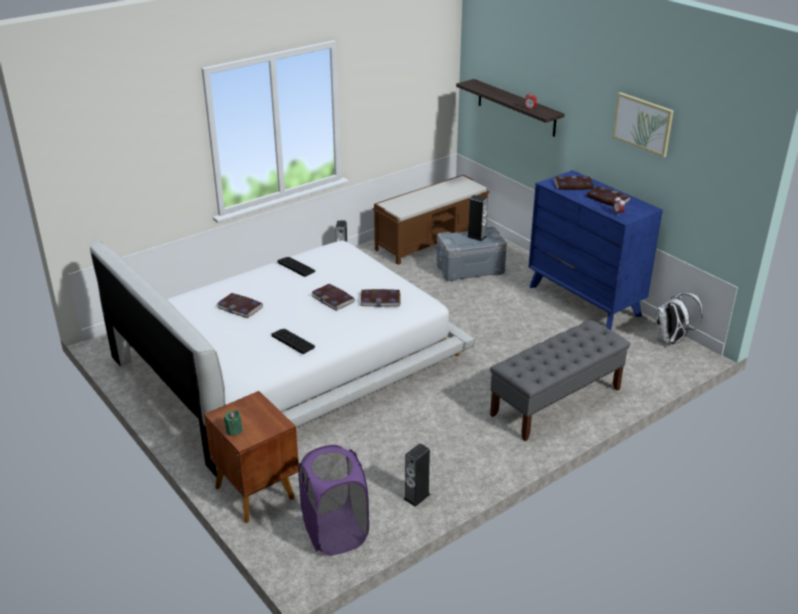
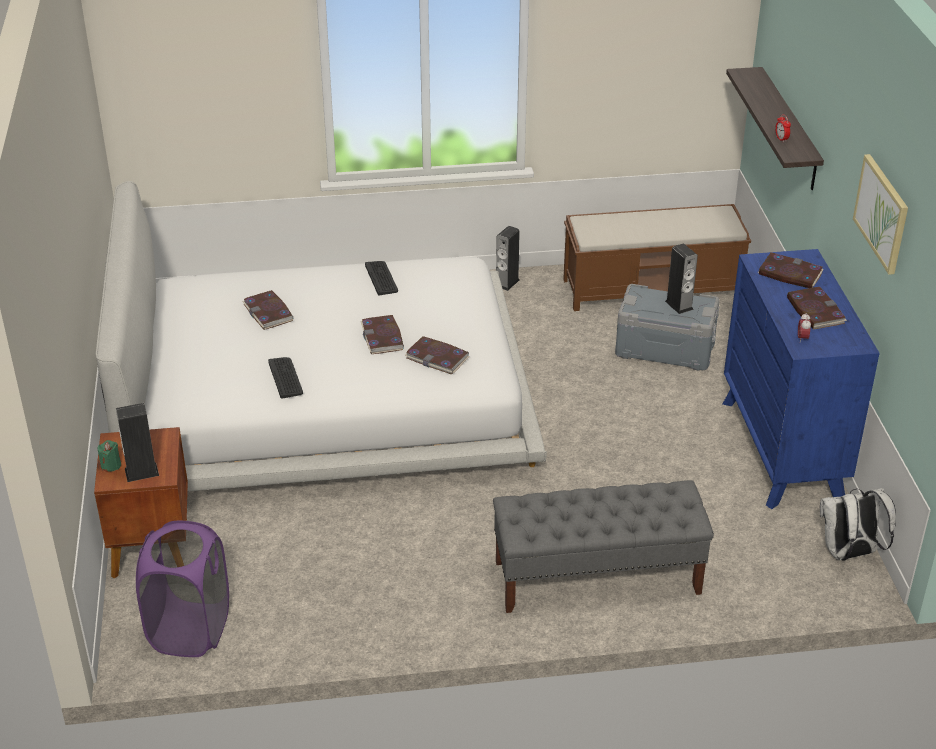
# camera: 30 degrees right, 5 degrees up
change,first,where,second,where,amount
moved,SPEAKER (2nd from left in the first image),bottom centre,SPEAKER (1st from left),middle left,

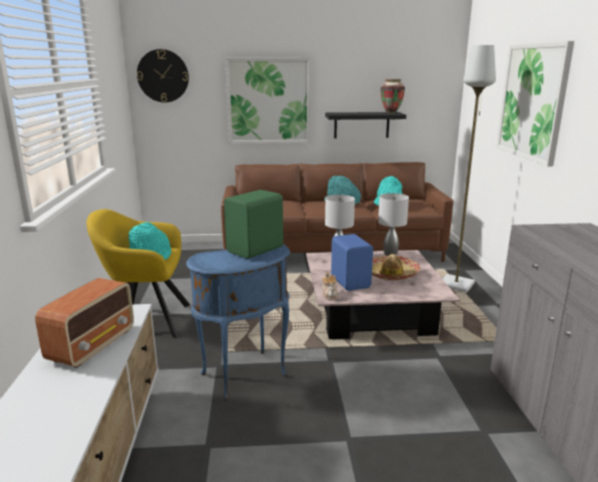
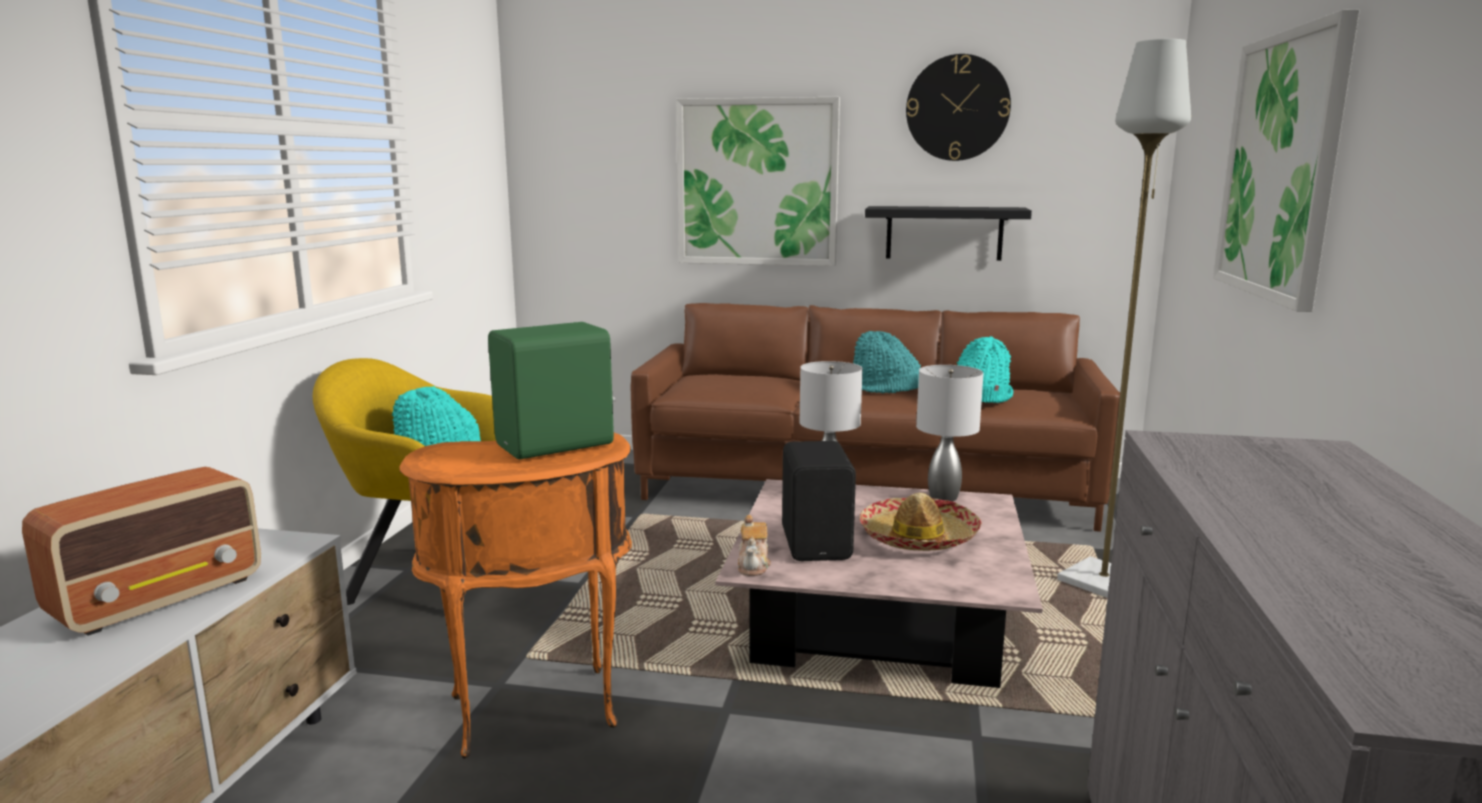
# camera: 15 degrees right, 5 degrees down
change,first,where,second,where,amount
removed,VASE,top centre,,,
moved,WALL CLOCK,top left,,top centre,
recoloured,BLUE SIDE TABLE,bottom centre,ORANGE SIDE TABLE,bottom centre,
recoloured,BLUE SPEAKER,centre,BLACK SPEAKER,centre,

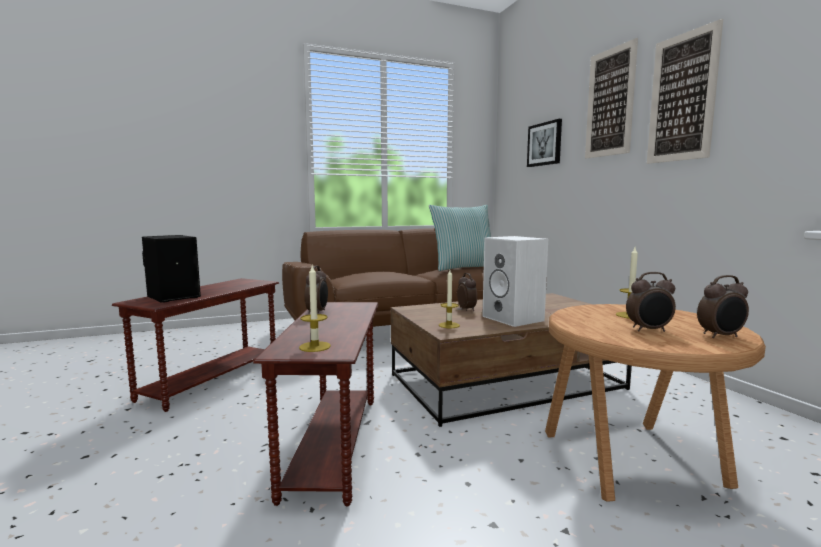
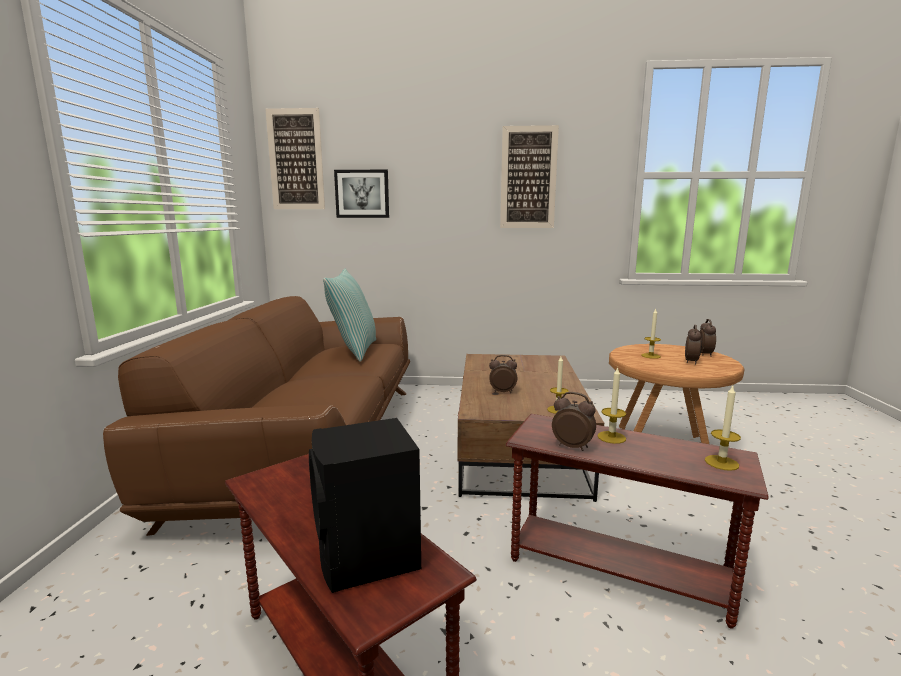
# camera: 65 degrees left, 5 degrees up
change,first,where,second,where,amount
removed,WHITE SPEAKER,centre,,,
added,,,CANDLE (2nd from left),middle right,
moved,PICTURE (2nd from left in the first image),top right,PICTURE (1st from left),top left,

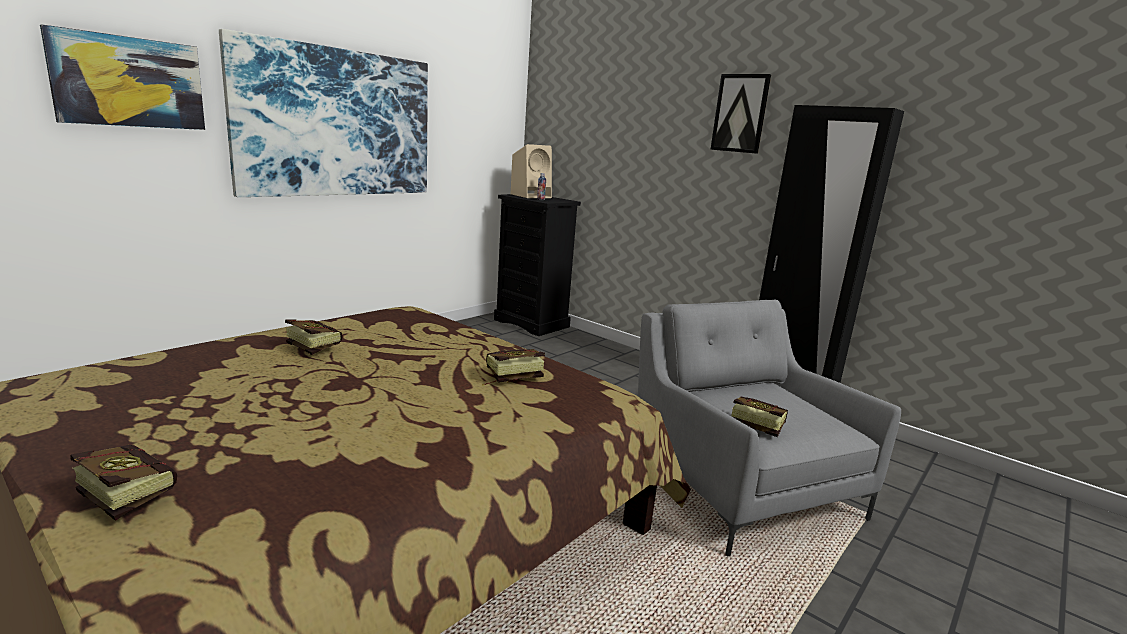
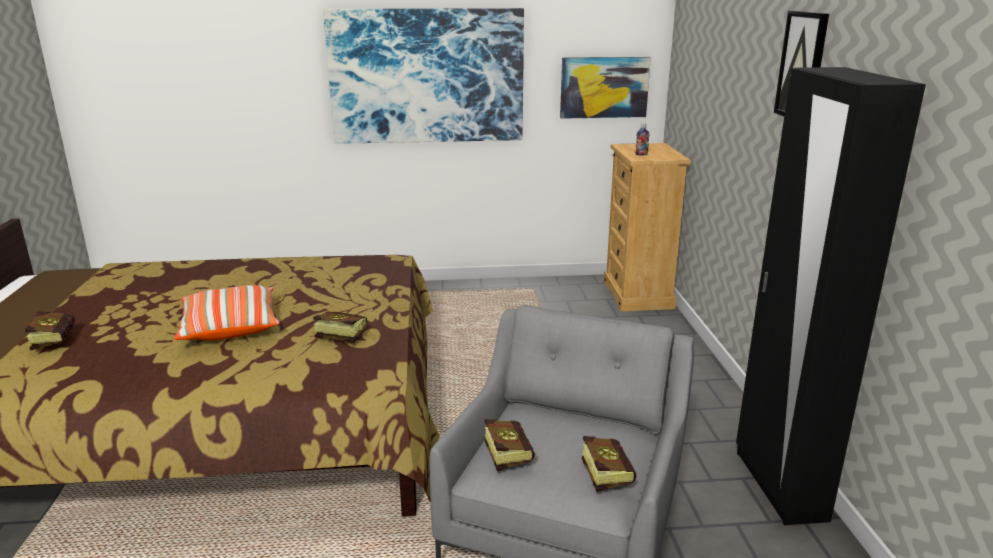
# camera: 45 degrees right, 5 degrees up
change,first,where,second,where,amount
removed,BEIGE SPEAKER,top centre,,,
added,,,PILLOW,middle left,
moved,PICTURE (1st from left in the first image),top left,PICTURE (2nd from left),top centre,
moved,BOOK (2nd from left in the first image),middle left,BOOK (4th from left),bottom centre,
recoloured,BLACK DRESSER,centre,BEIGE DRESSER,centre,

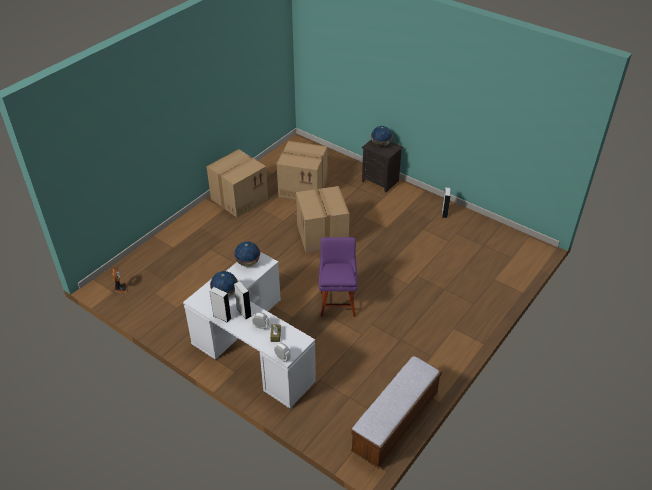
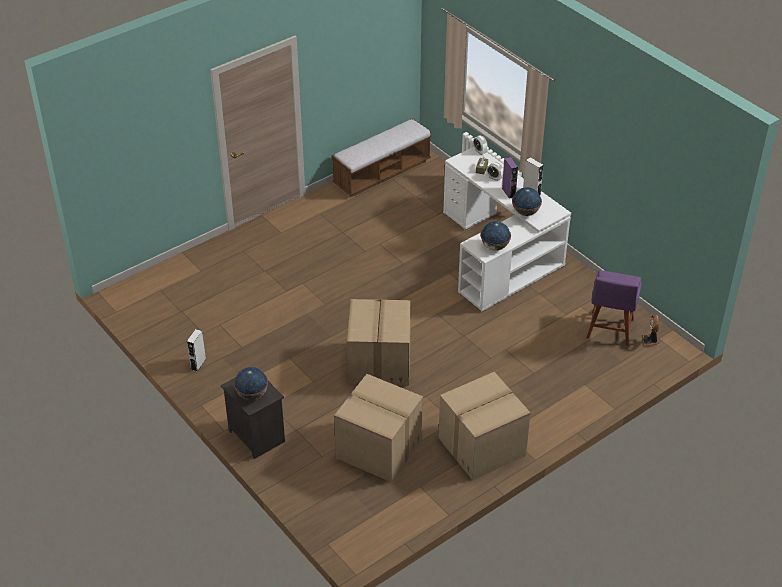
# camera: 165 degrees left, 0 degrees up
change,first,where,second,where,amount
moved,PURPLE CHAIR,centre,,middle right,
recoloured,GREY SPEAKER (2nd from left),centre,PURPLE SPEAKER,top centre,

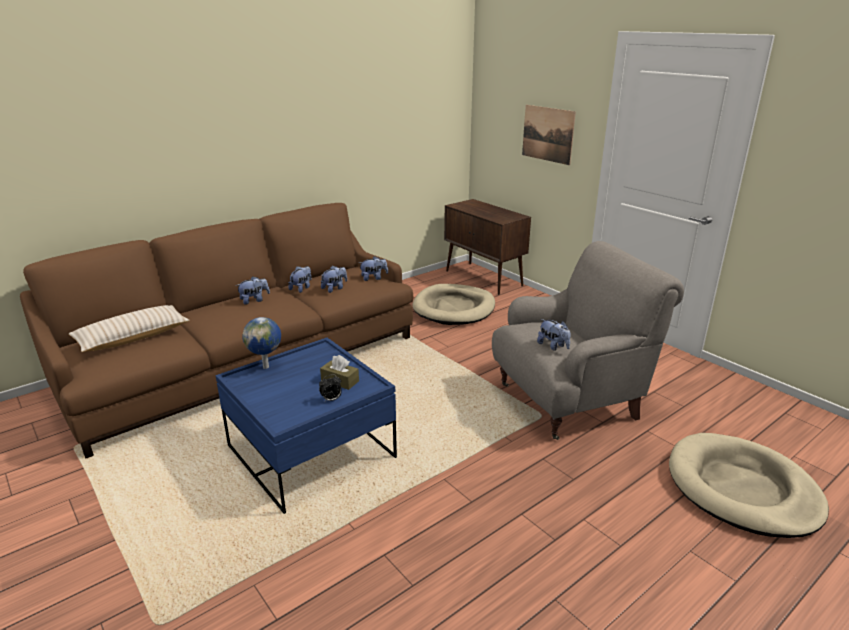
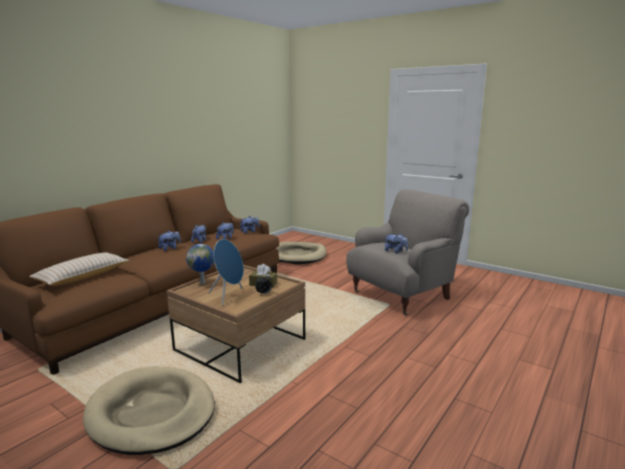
# camera: 15 degrees left, 10 degrees down
change,first,where,second,where,amount
removed,BROWN CABINET,centre,,,
removed,PICTURE,top centre,,,
added,,,BLUE SPEAKER,centre,
moved,BEIGE DOG BED (2nd from left in the first image),bottom right,BEIGE DOG BED (1st from left),bottom left,
recoloured,BLUE COFFEE TABLE,bottom centre,BROWN COFFEE TABLE,bottom centre,

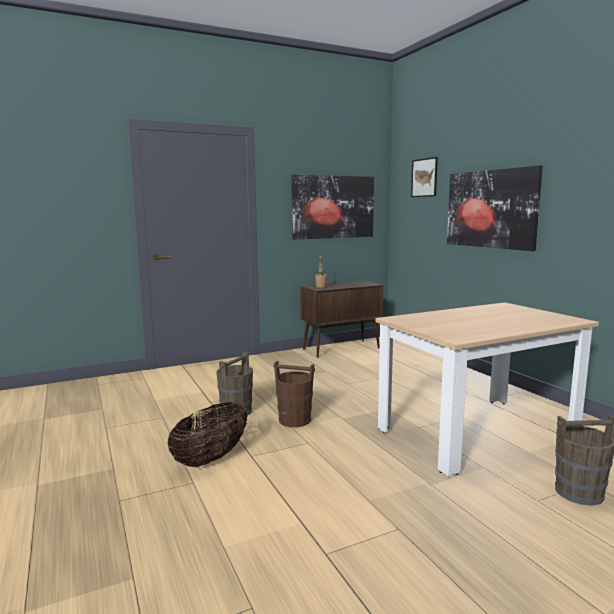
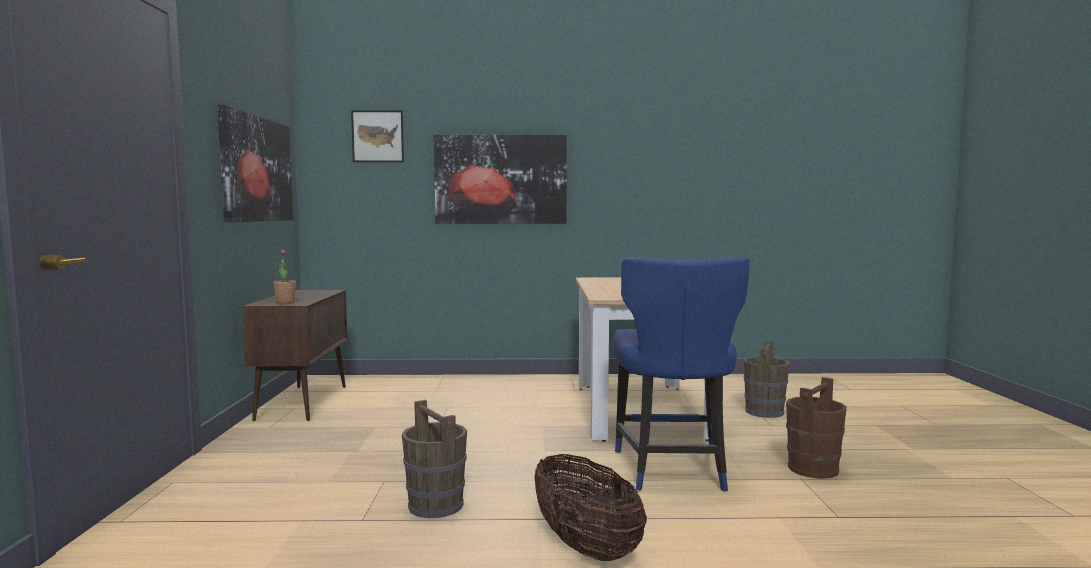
# camera: 65 degrees left, 5 degrees down
change,first,where,second,where,amount
added,,,BLUE CHAIR,centre,
moved,BROWN BUCKET (2nd from left in the first image),centre,BROWN BUCKET (3rd from left),bottom right,

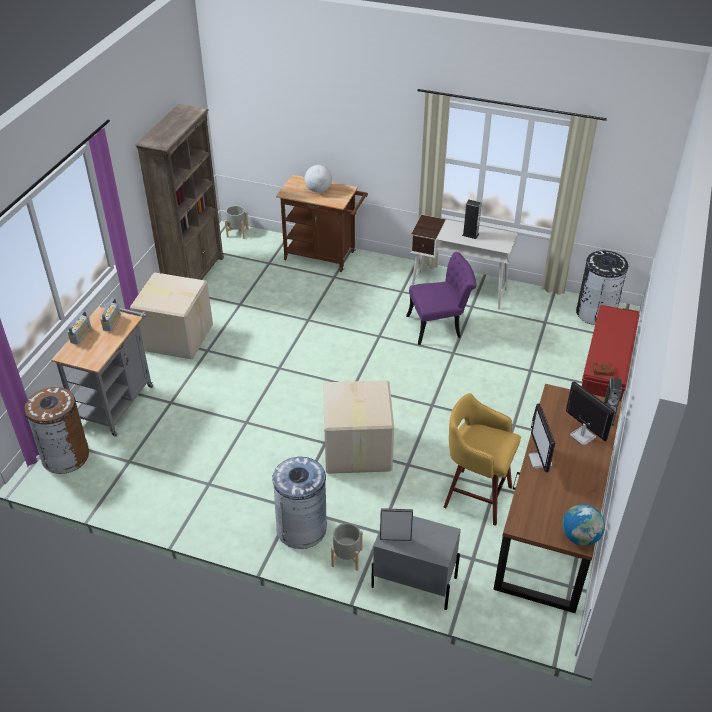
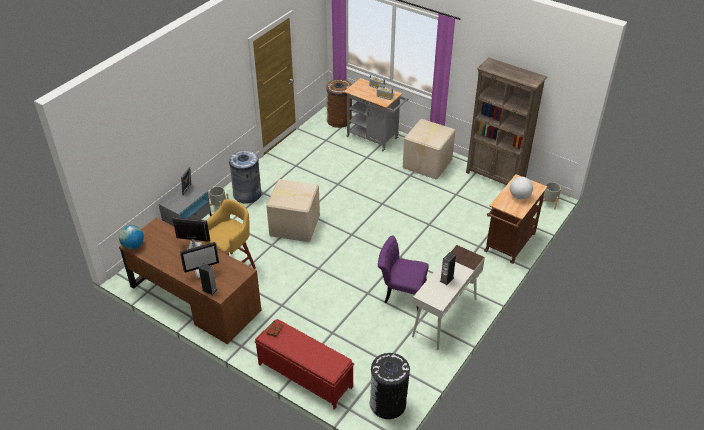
# camera: 105 degrees right, 0 degrees up
change,first,where,second,where,amount
turned,PURPLE CHAIR,centre,,centre,105 degrees clockwise

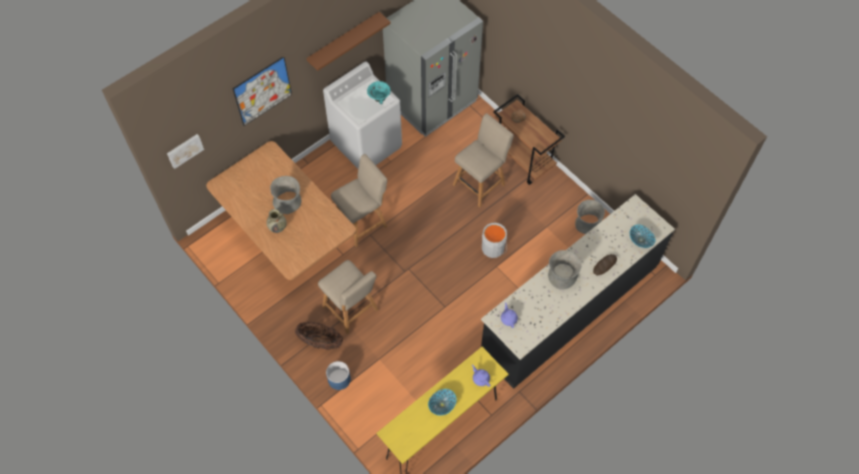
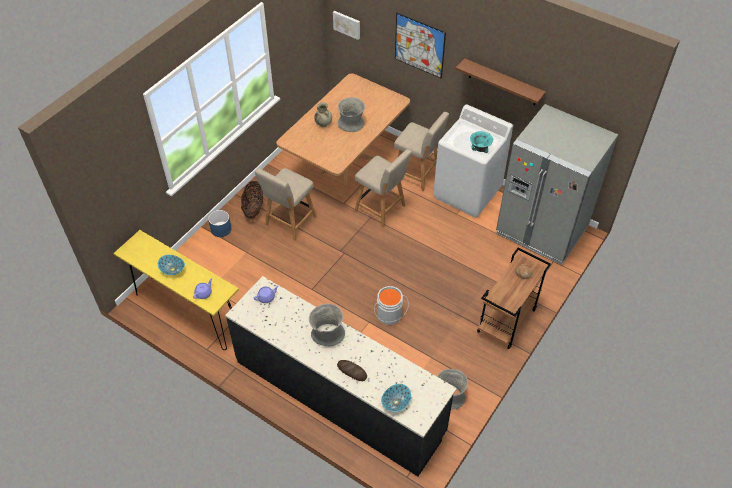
# camera: 75 degrees right, 10 degrees down
change,first,where,second,where,amount
moved,BEIGE CHAIR (3rd from left),centre,,top centre,

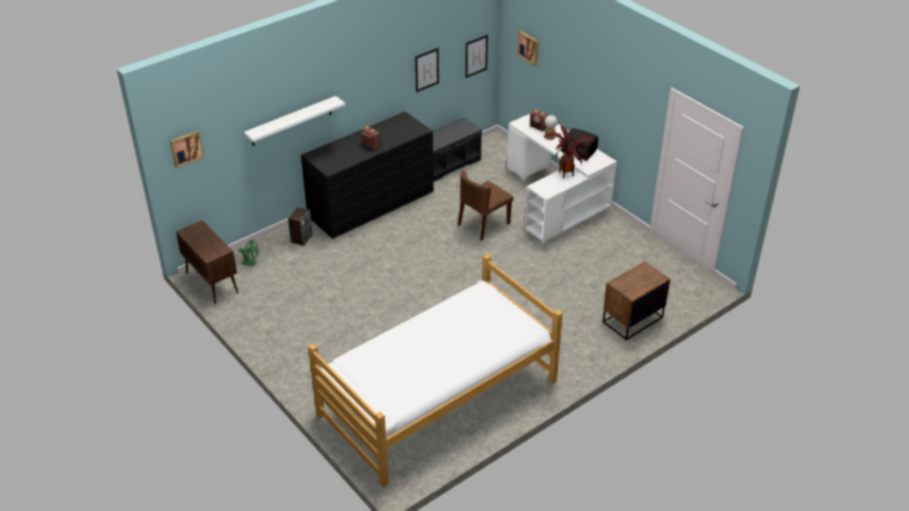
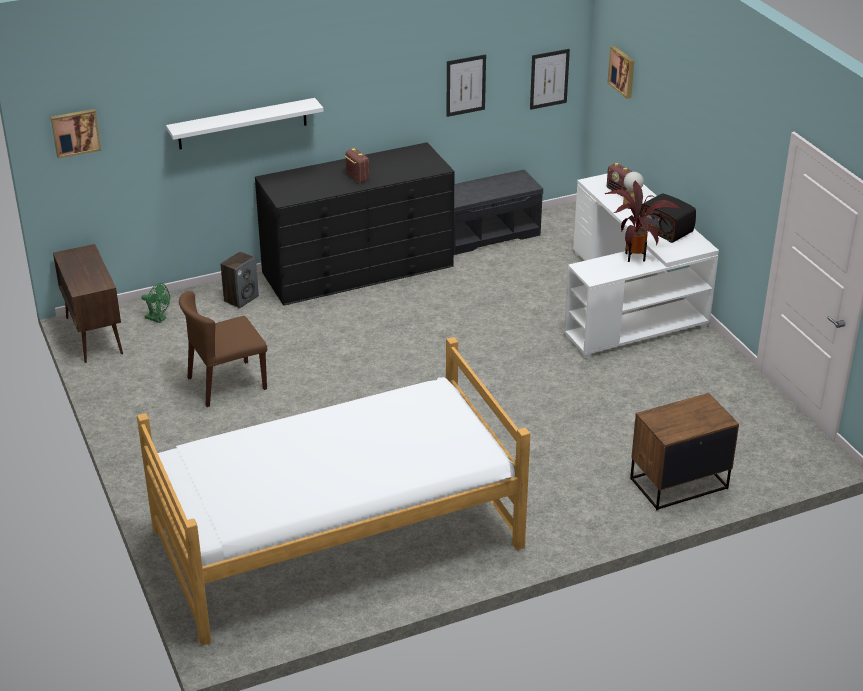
# camera: 15 degrees right, 5 degrees down
change,first,where,second,where,amount
moved,BROWN CHAIR,centre,,middle left,

